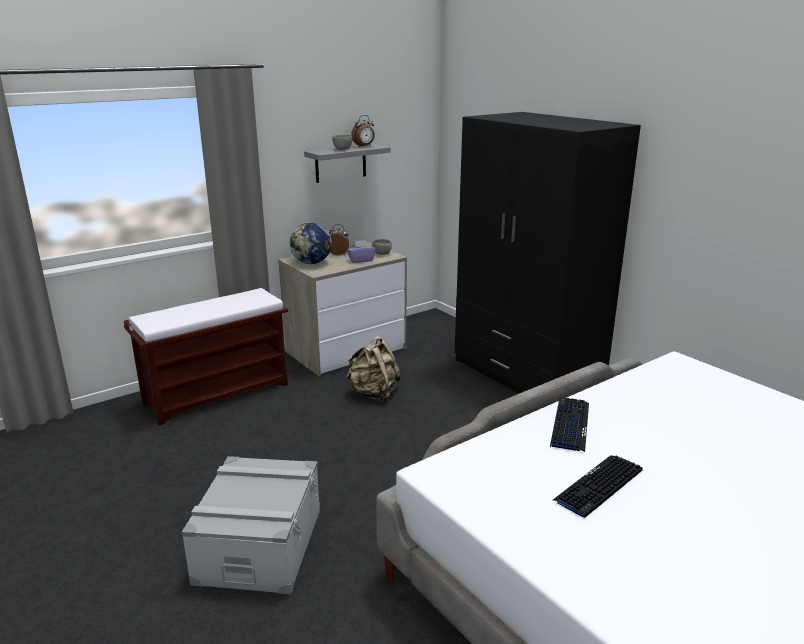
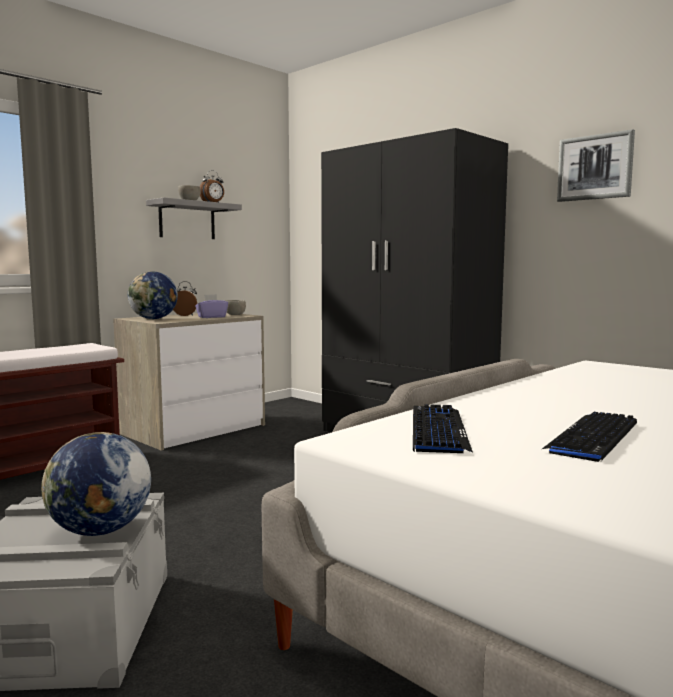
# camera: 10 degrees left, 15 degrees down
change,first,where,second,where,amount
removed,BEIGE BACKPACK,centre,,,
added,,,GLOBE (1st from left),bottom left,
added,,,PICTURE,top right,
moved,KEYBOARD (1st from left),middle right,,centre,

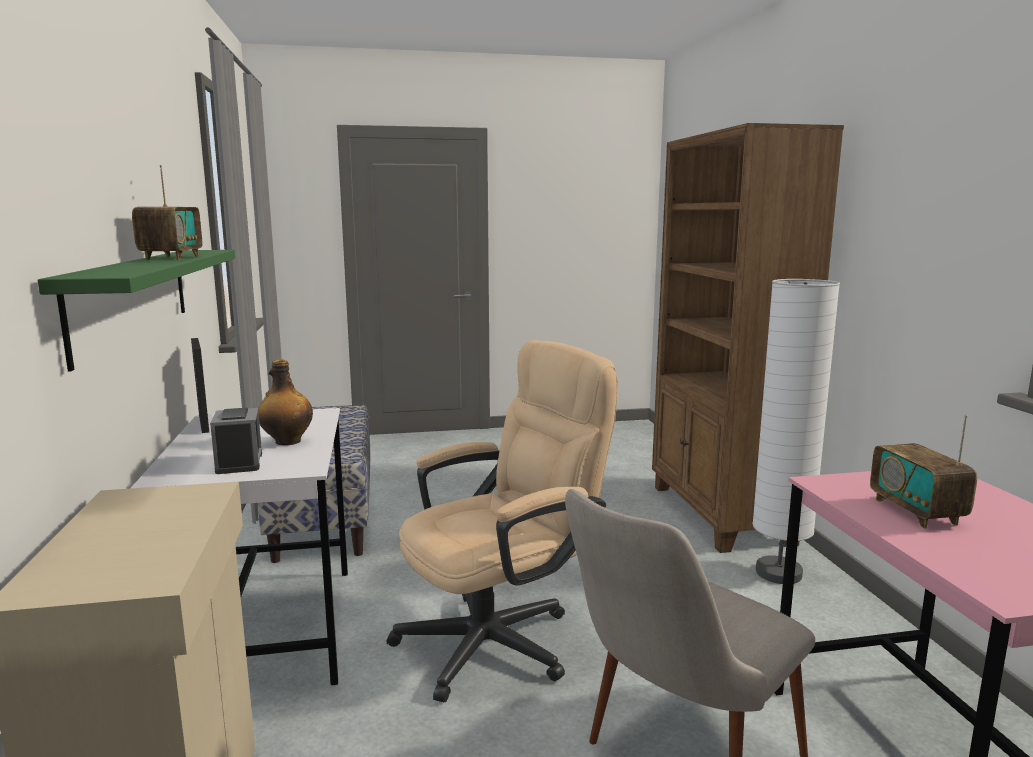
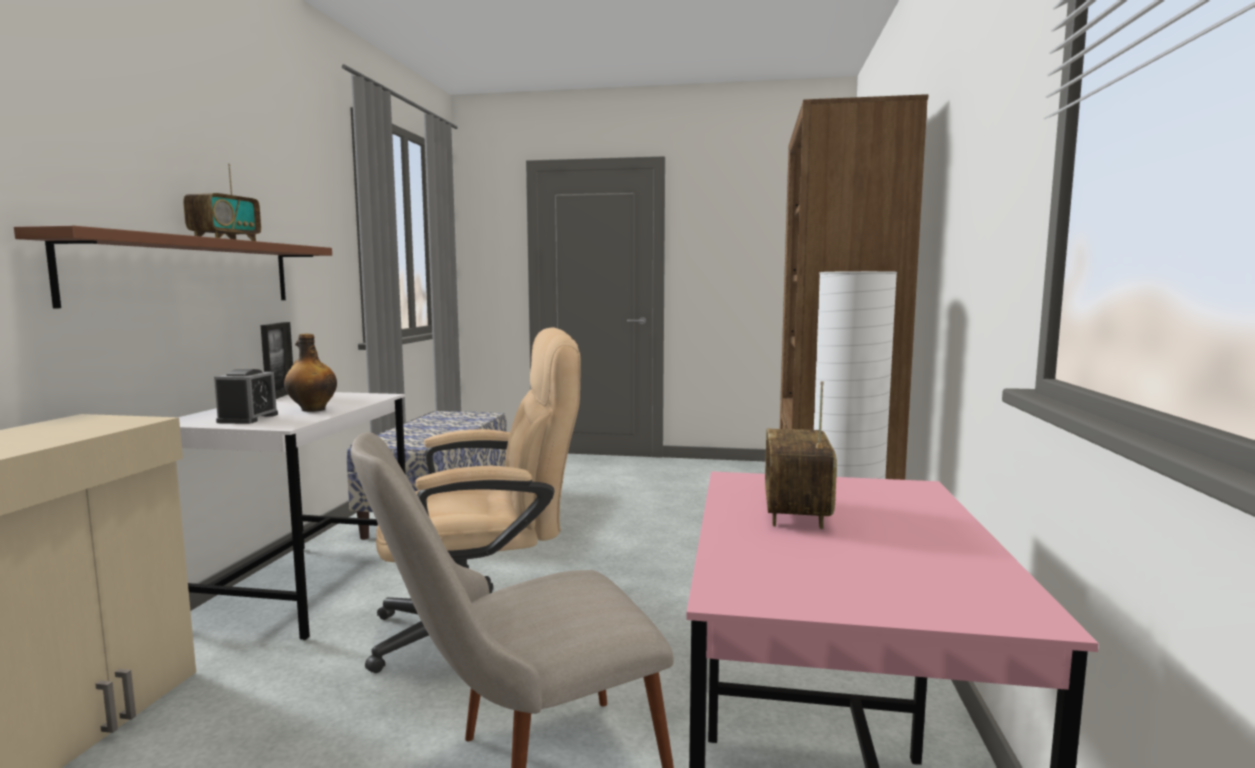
# camera: 20 degrees right, 5 degrees down
change,first,where,second,where,amount
recoloured,GREEN SHELF,middle left,BROWN SHELF,middle left,

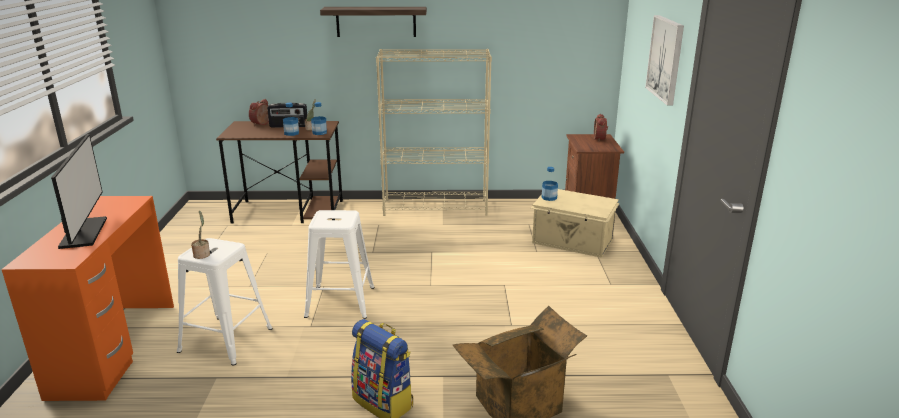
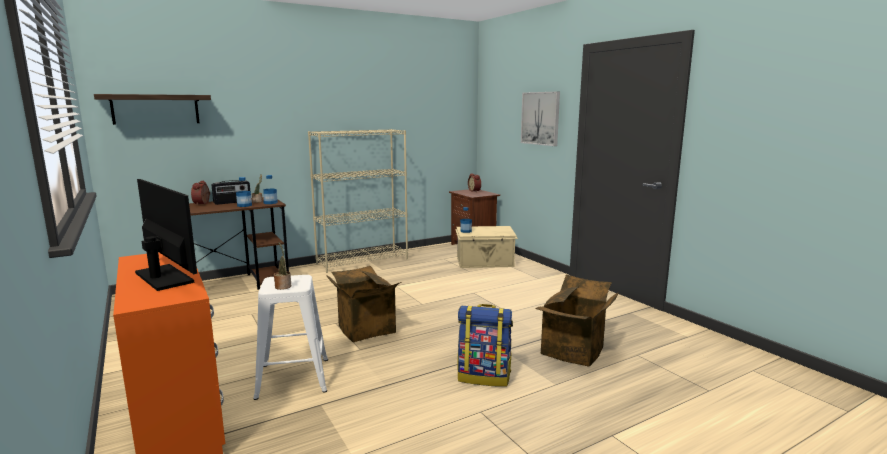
# camera: 30 degrees left, 10 degrees down
change,first,where,second,where,amount
moved,SHELF,top centre,,top left,
replaced,WHITE STOOL (2nd from left),centre,CARDBOARD BOX (1st from left),bottom centre,

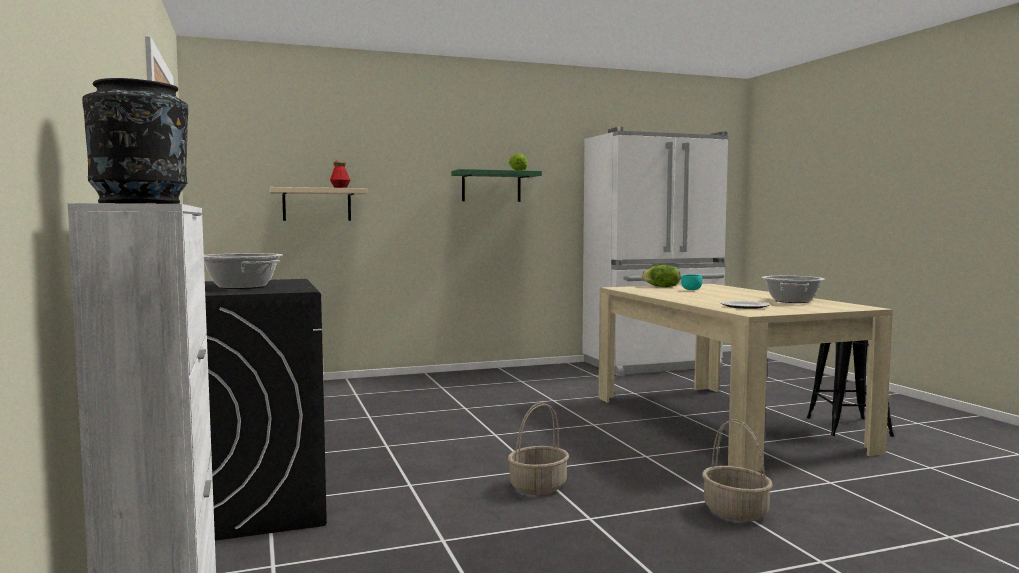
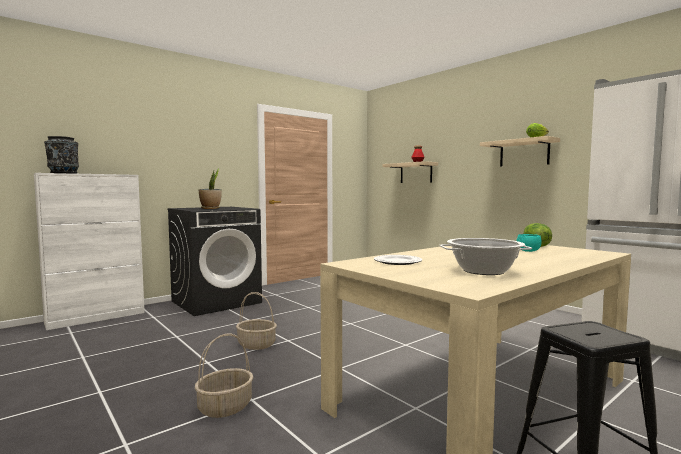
# camera: 70 degrees right, 0 degrees up
change,first,where,second,where,amount
replaced,COOKING POT (1st from left),middle left,POTTED PLANT,middle left,
recoloured,GREEN SHELF,top centre,BEIGE SHELF (2nd from left),top right,

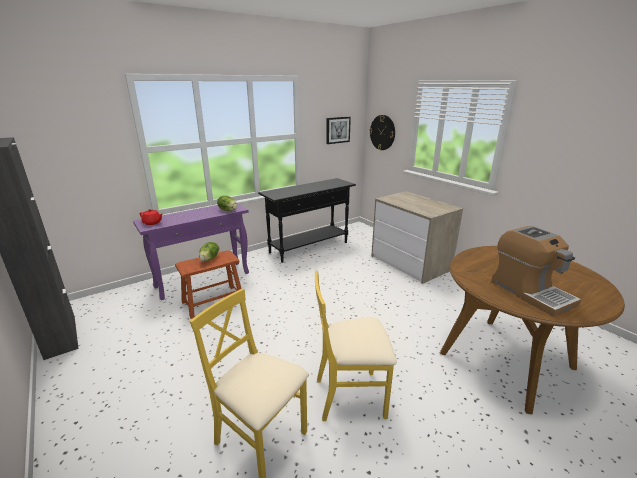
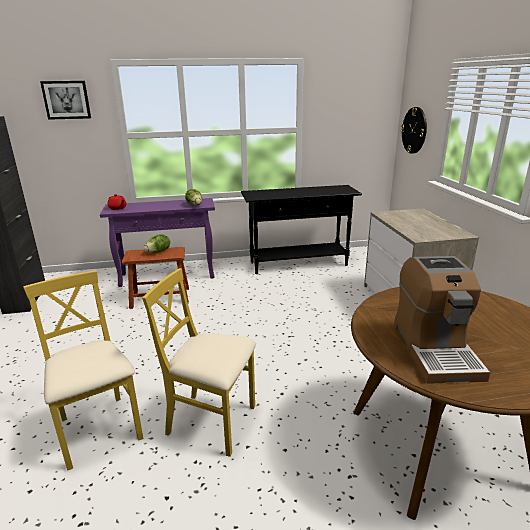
# camera: 25 degrees right, 0 degrees up
change,first,where,second,where,amount
moved,PICTURE,top centre,,top left,

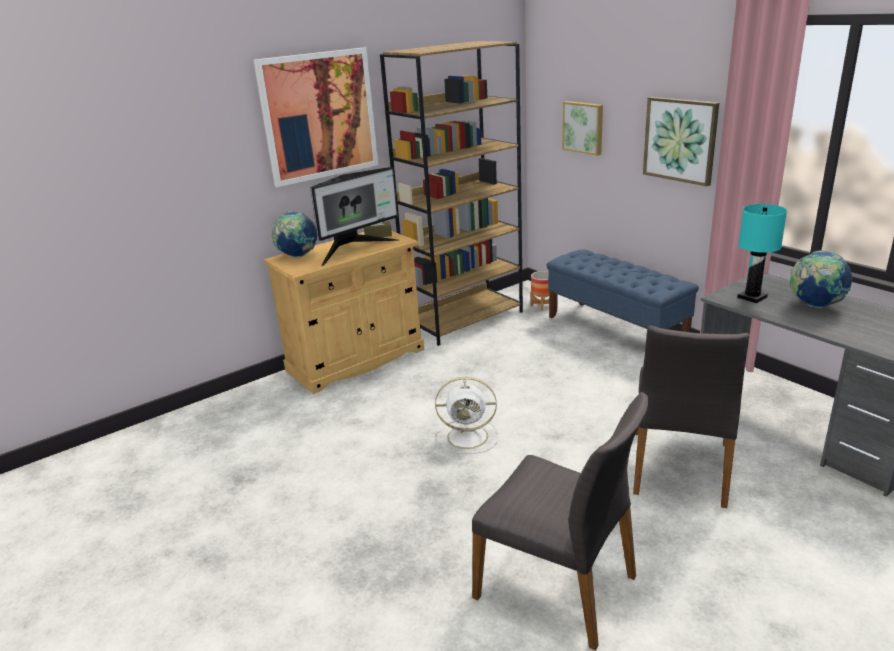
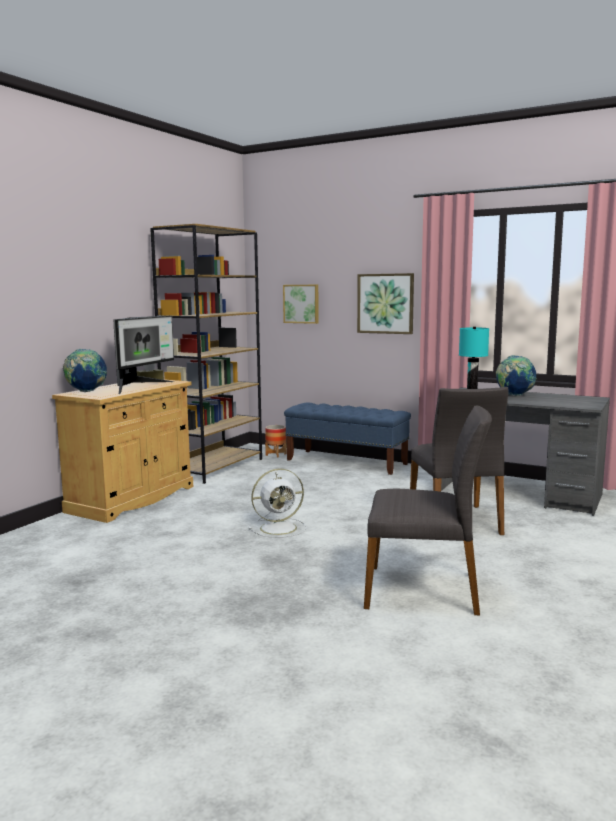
# camera: 25 degrees left, 15 degrees down
change,first,where,second,where,amount
removed,PICTURE (1st from left),top centre,,,

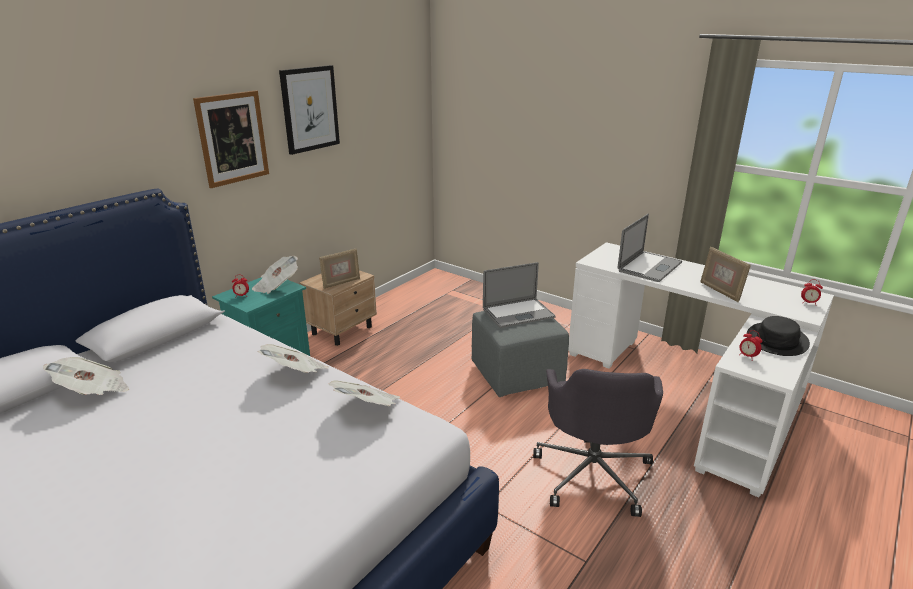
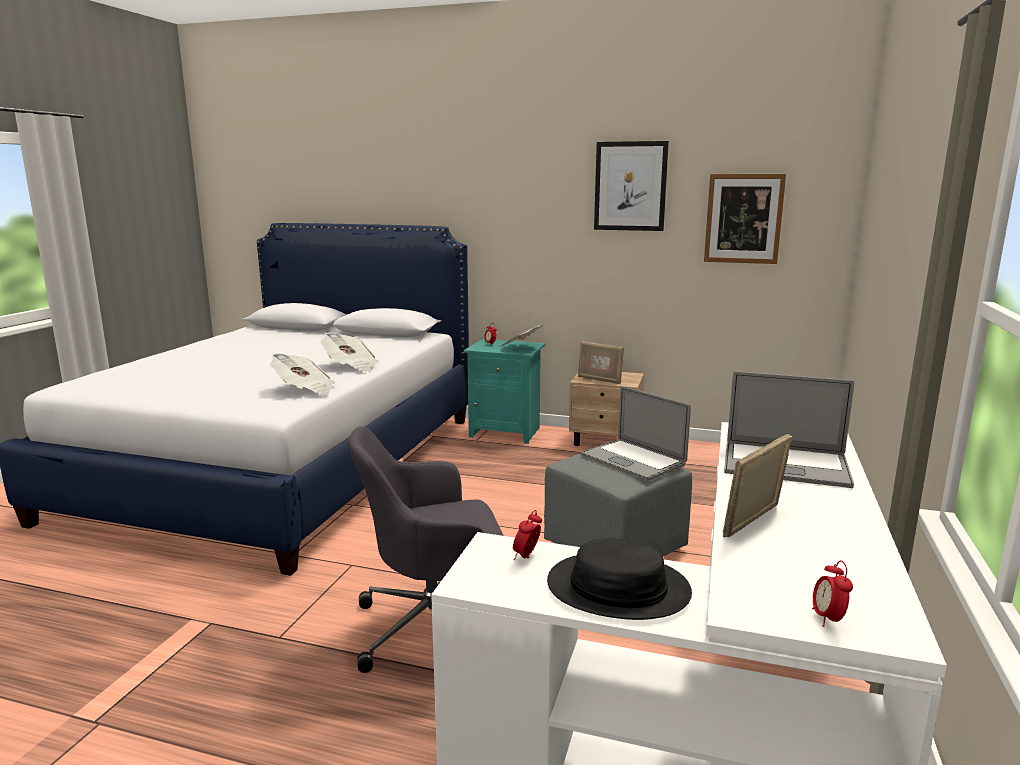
# camera: 70 degrees right, 10 degrees down
change,first,where,second,where,amount
removed,NEWSPAPER (1st from left),middle left,,,
moved,PICTURE (1st from left in the first image),top left,PICTURE (2nd from left),top right,

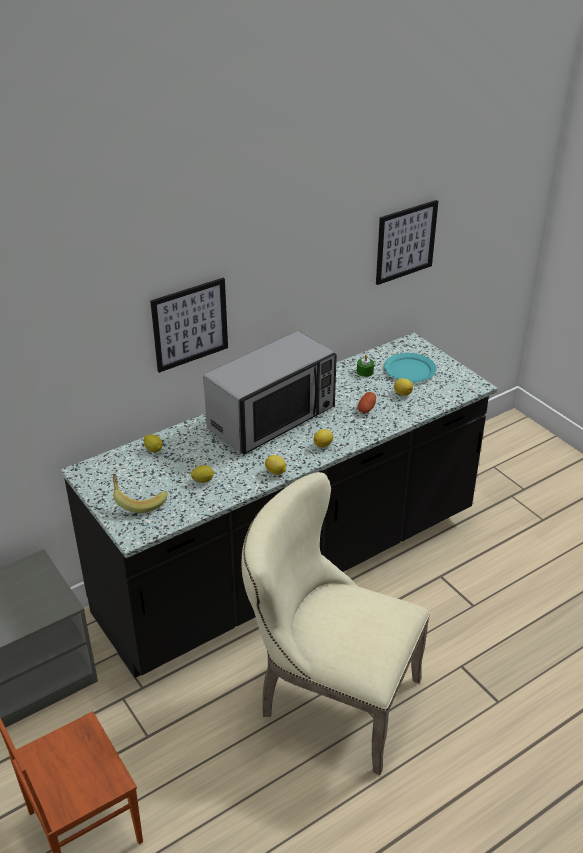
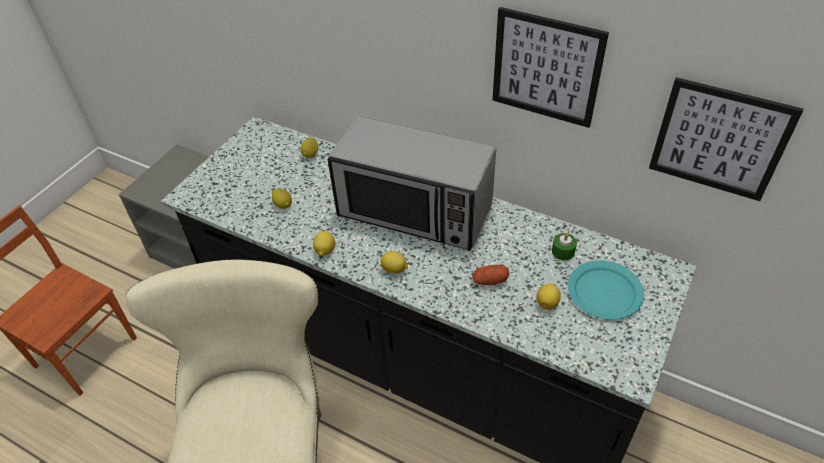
# camera: 65 degrees right, 10 degrees up
change,first,where,second,where,amount
removed,BANANA,middle left,,,
moved,PICTURE (1st from left),middle left,,top right,

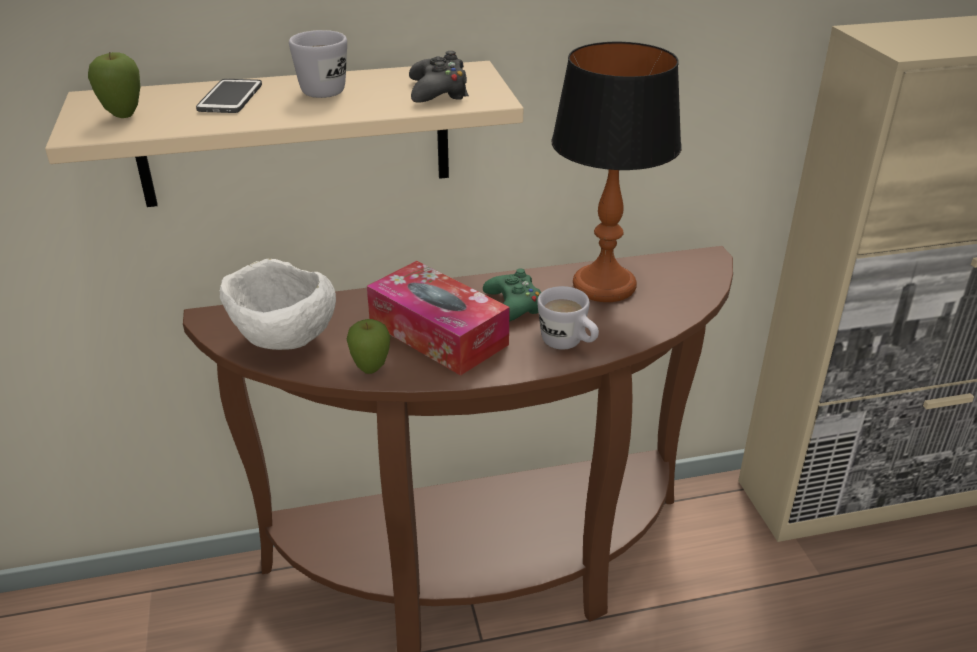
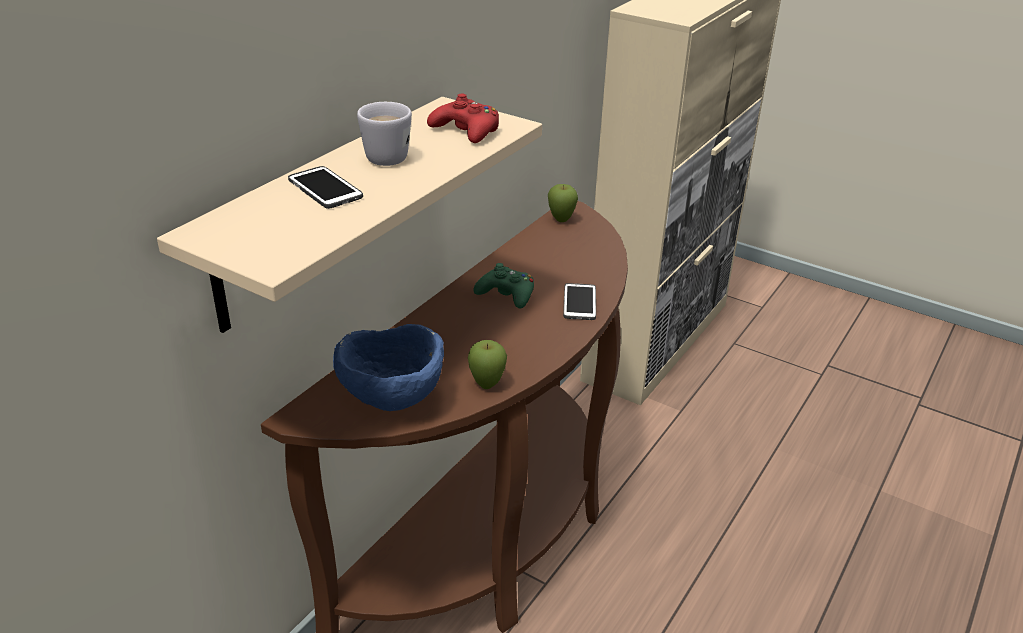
# camera: 45 degrees left, 0 degrees up
change,first,where,second,where,amount
removed,TISSUE BOX,centre,,,
removed,TABLE LAMP,top centre,,,
moved,APPLE (1st from left in the first image),top left,APPLE (2nd from left),top centre,
replaced,WHITE MUG (2nd from left),centre,PHONE (2nd from left),centre,
recoloured,WHITE BOWL,middle left,BLUE BOWL,centre,
recoloured,BLACK GAME CONTROLLER,top centre,RED GAME CONTROLLER,top centre,

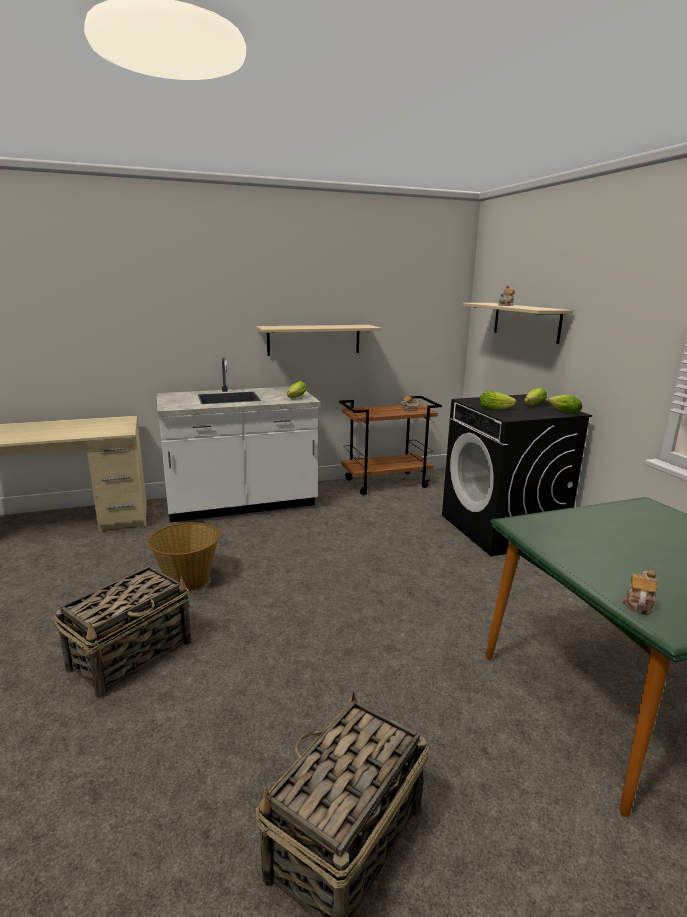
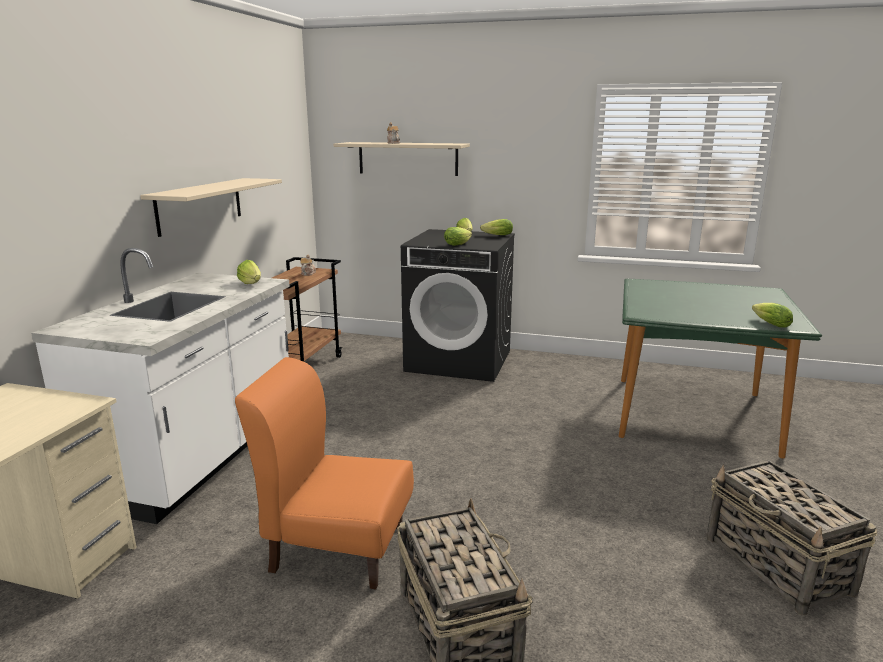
# camera: 55 degrees left, 0 degrees up
change,first,where,second,where,amount
replaced,BASKET (2nd from left),middle left,ORANGE CHAIR,bottom centre,
replaced,TEAPOT (3rd from left),middle right,LETTUCE (5th from left),middle right,

